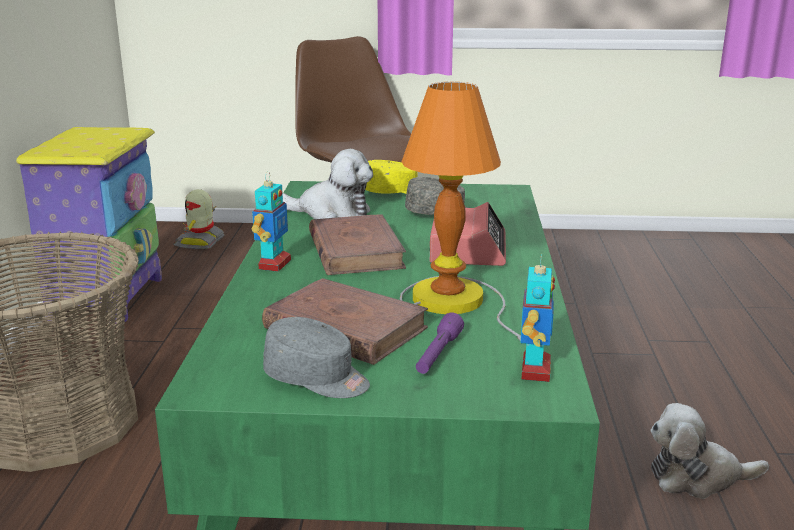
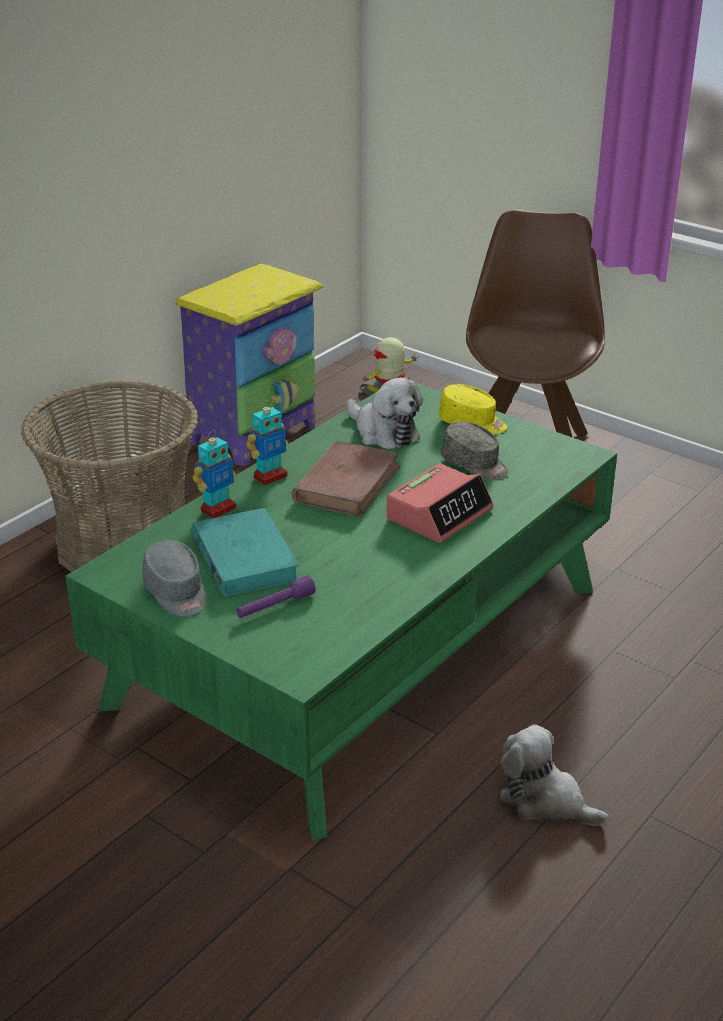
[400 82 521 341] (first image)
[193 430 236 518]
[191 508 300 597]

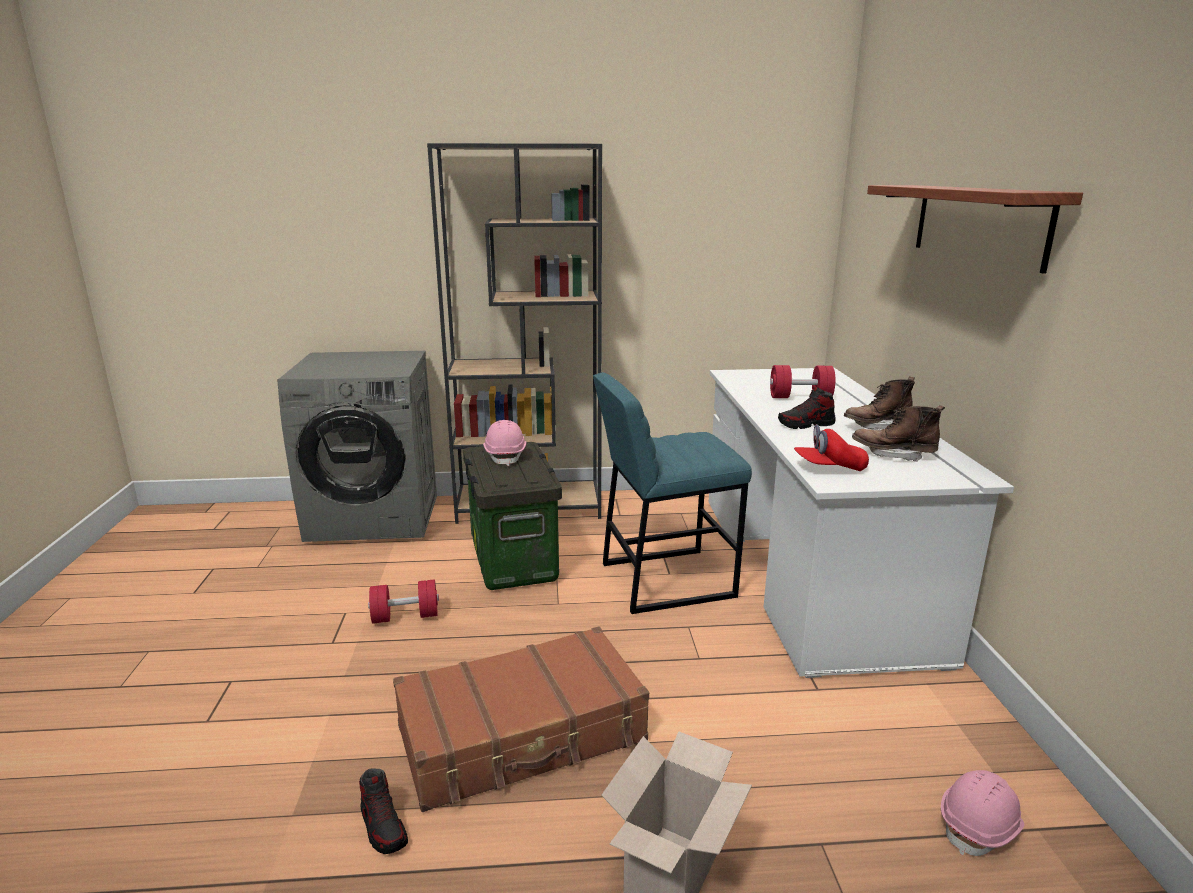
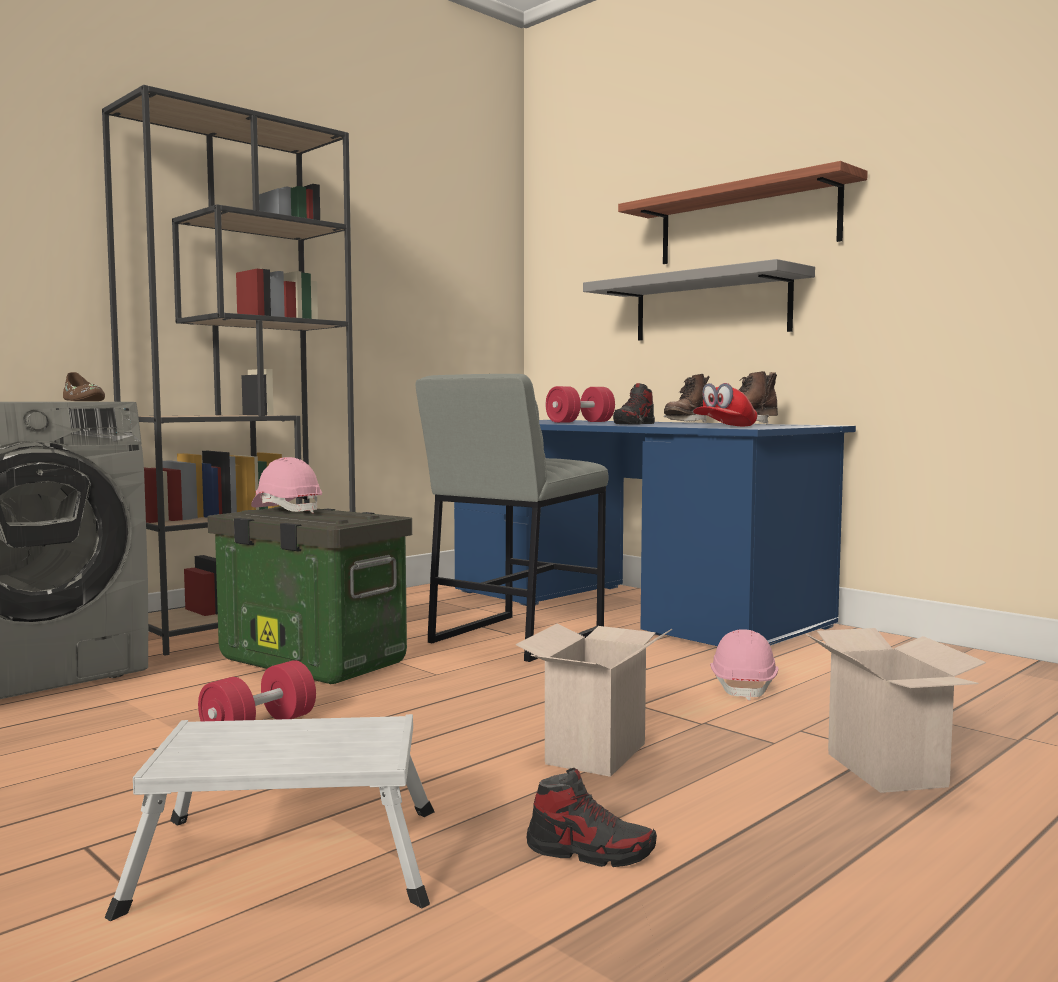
[454 420 856 646]
[416 374 608 662]
[516 623 672 777]
[710 629 778 701]
[583 259 815 341]
[63 372 105 401]
[105 714 435 921]

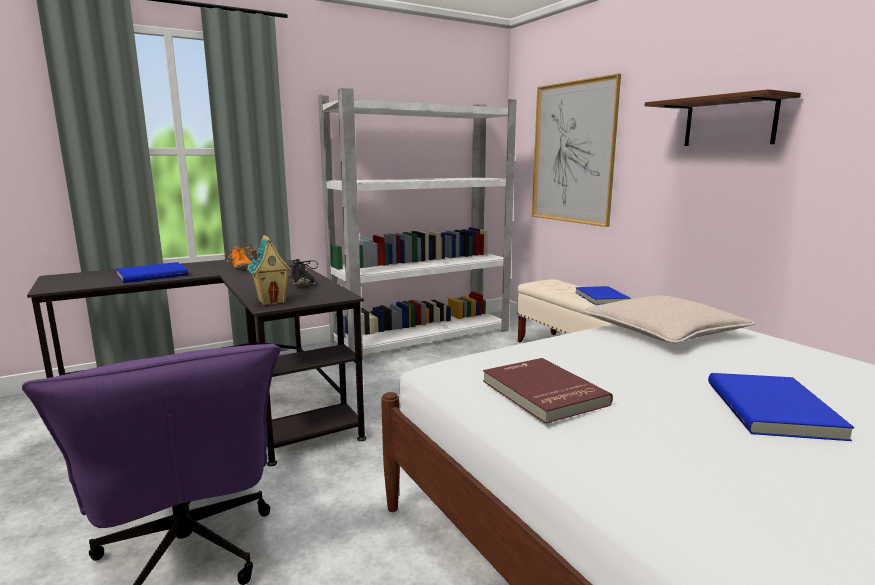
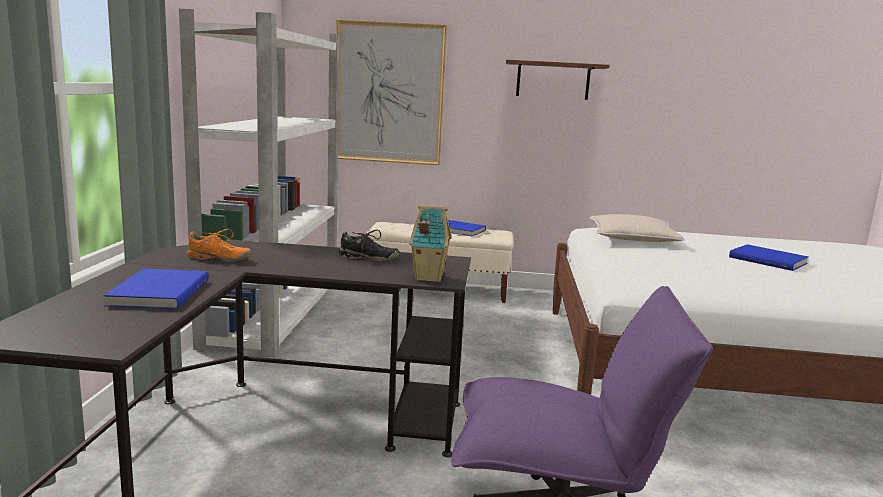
[483 358 613 424] (first image)

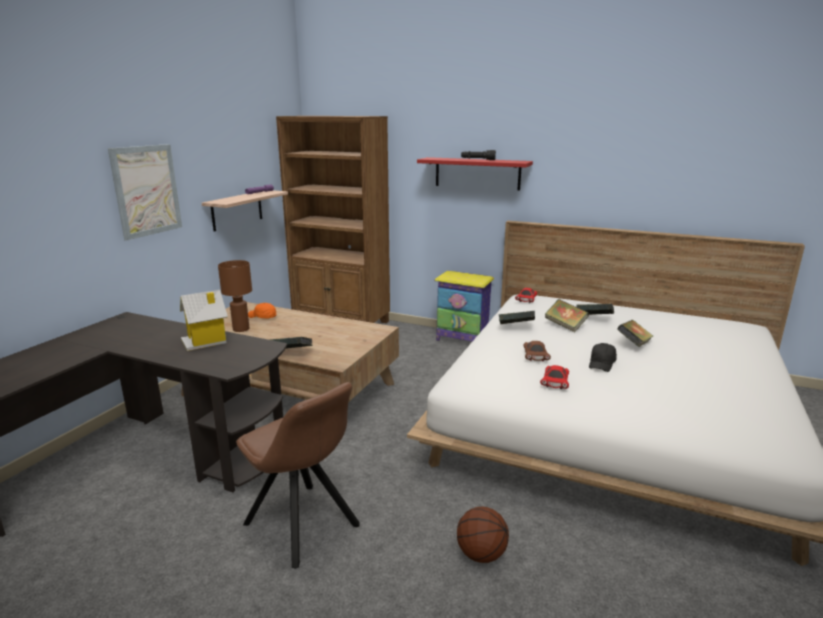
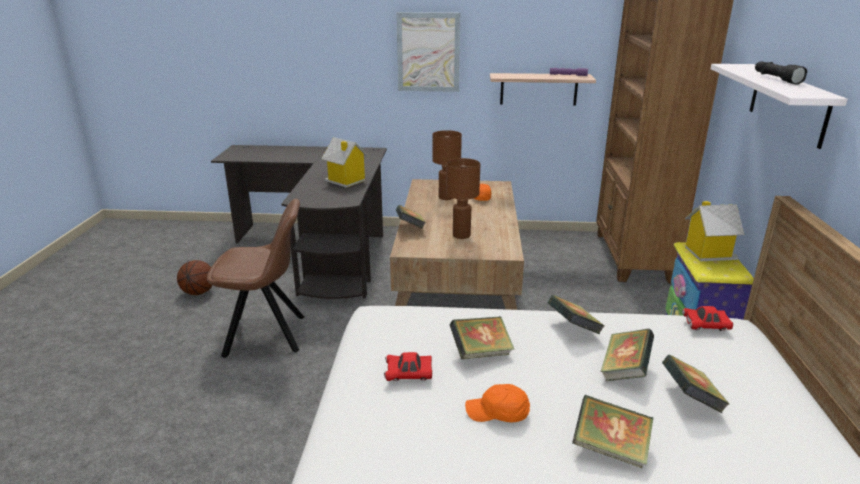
[711 64 848 149]
[450 316 514 359]
[465 384 530 422]
[207 199 304 358]
[177 260 212 295]
[446 158 480 239]
[685 201 744 261]

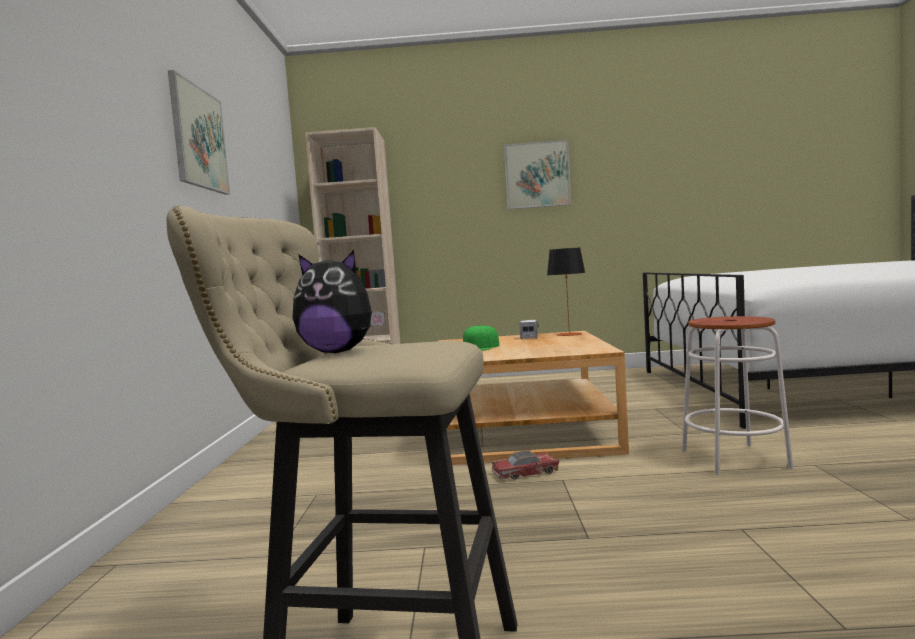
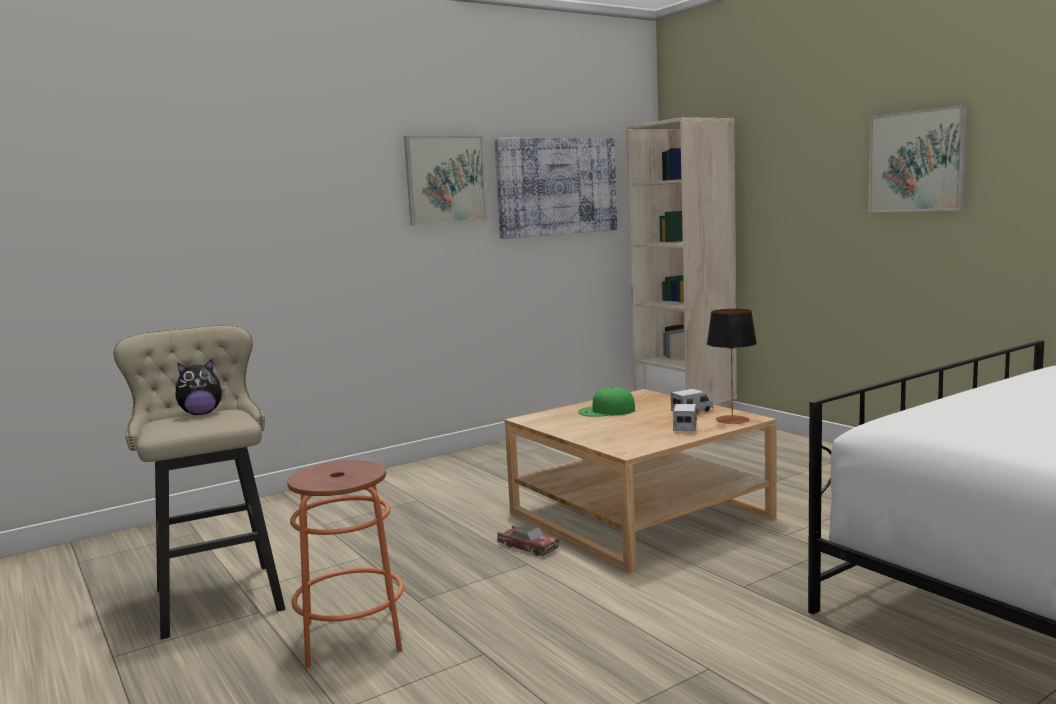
[175 359 225 415]
[682 316 793 475] (first image)
[494 138 617 239]
[673 404 699 431]
[287 460 404 668]

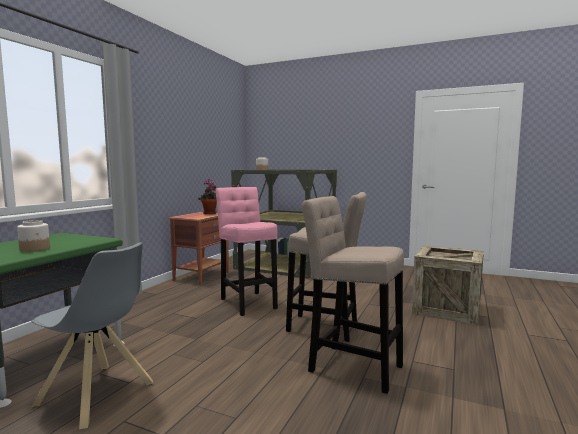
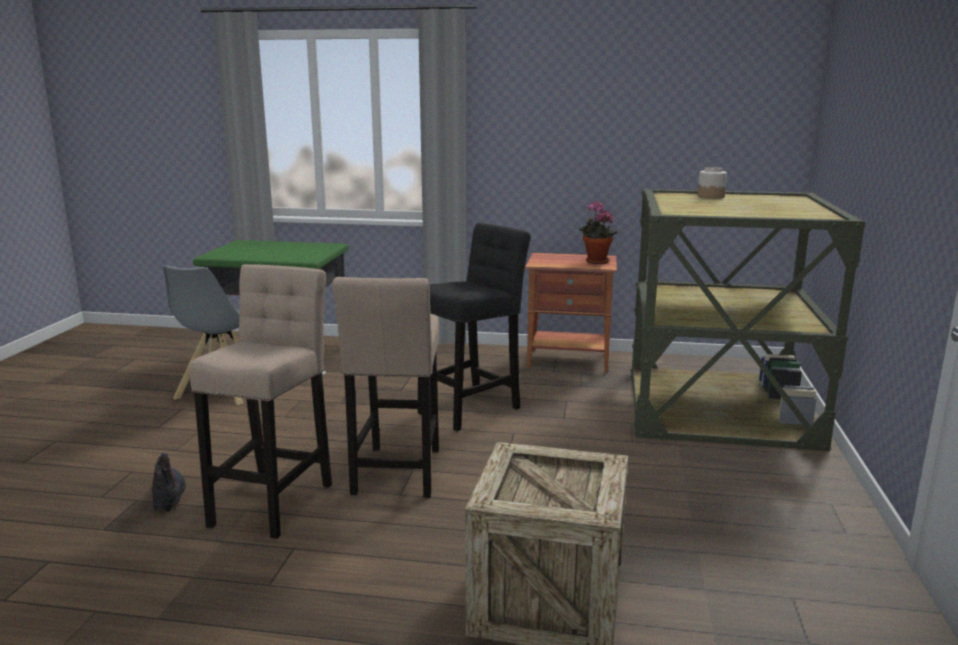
[418 223 531 431]
[17 220 50 252] (first image)
[152 453 186 512]

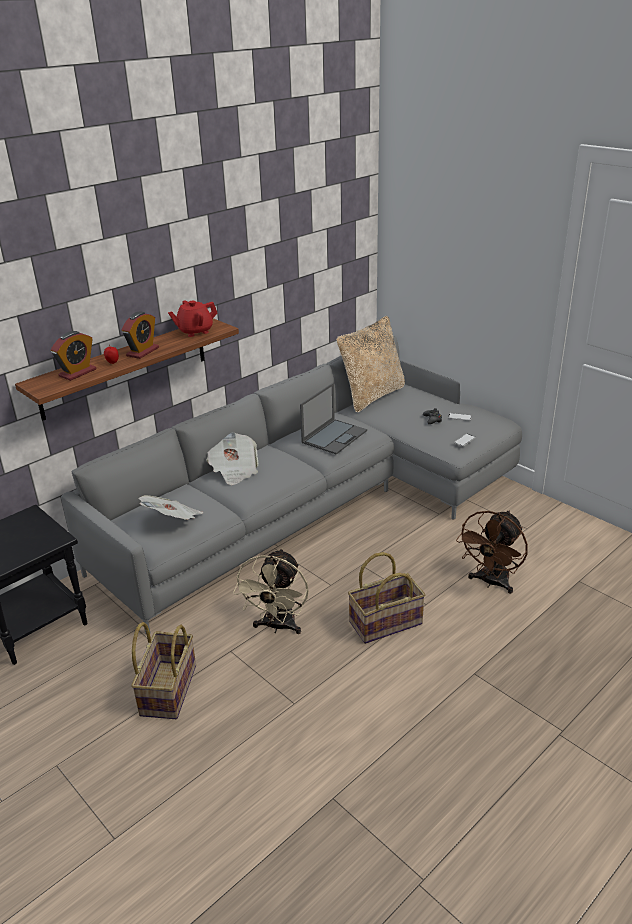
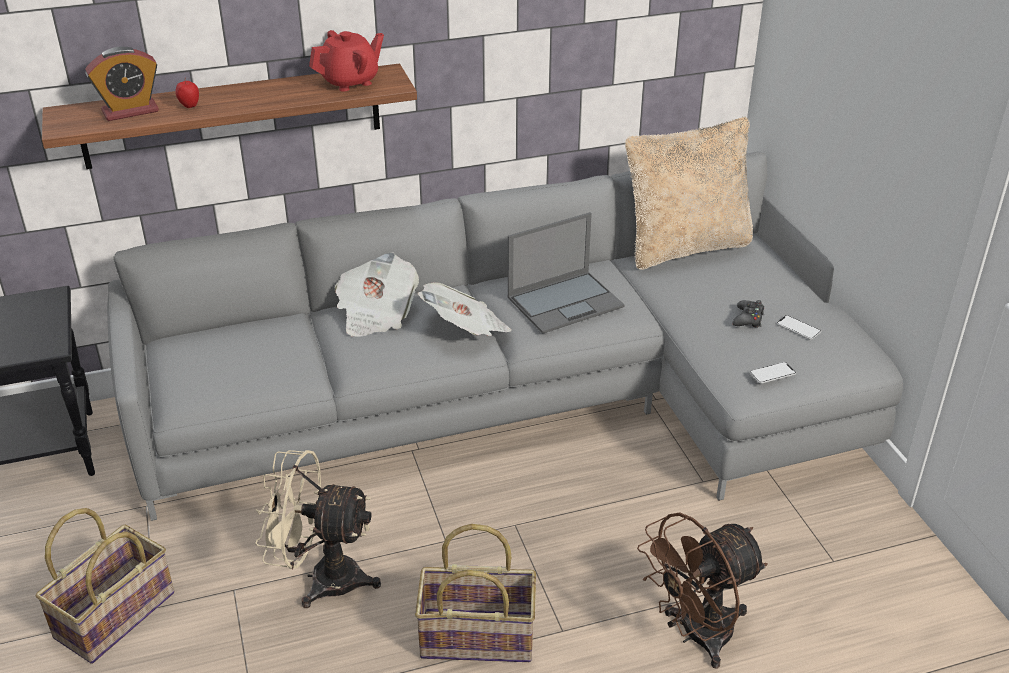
[309 30 384 92]
[122 312 159 359] (first image)
[417 282 512 336]
[255 450 381 608]

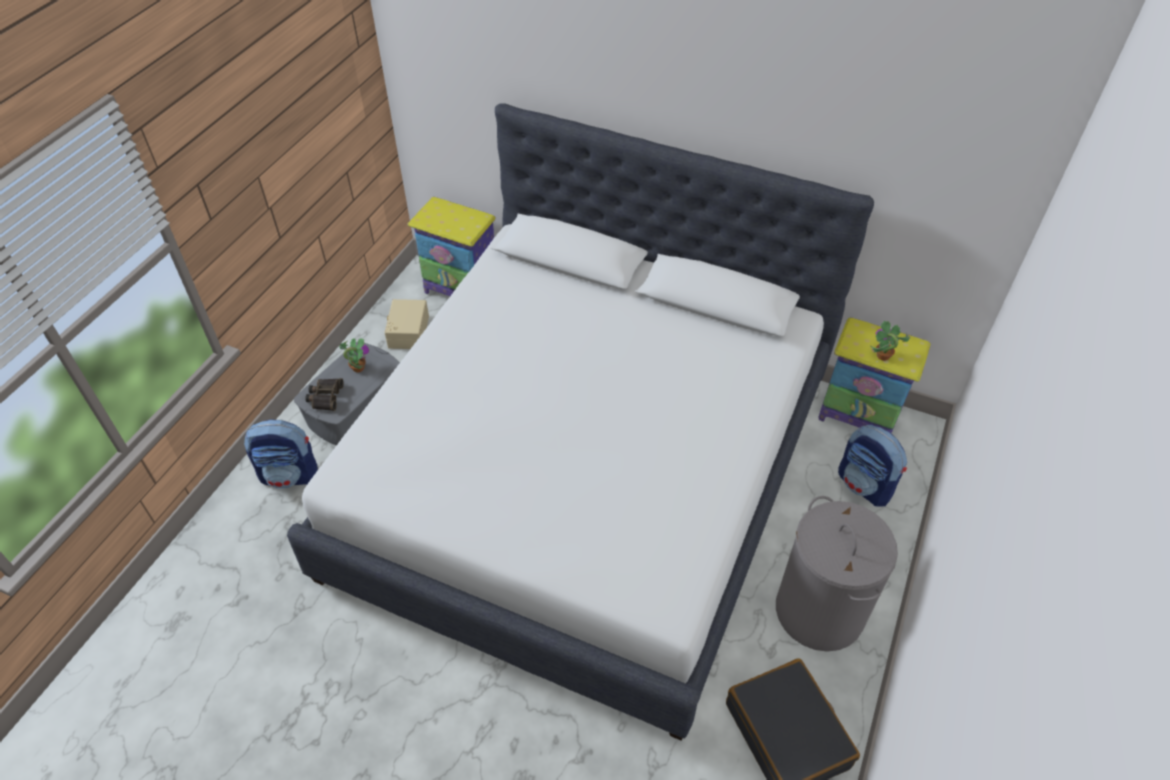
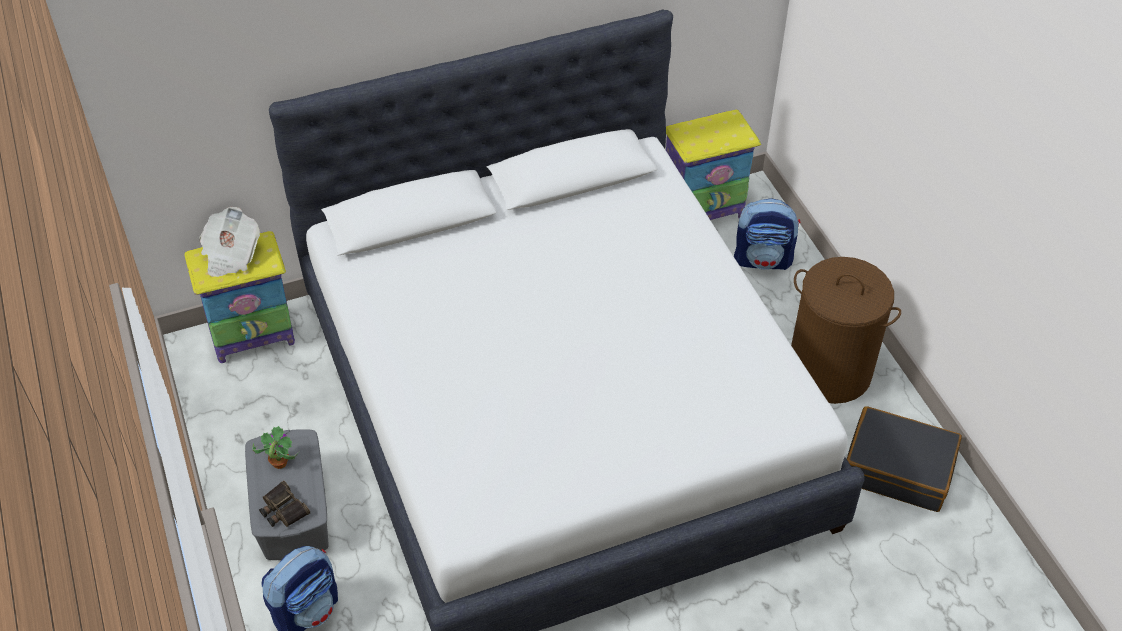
[384 299 429 349] (first image)
[869 321 910 361] (first image)
[791 257 901 404]
[199 207 260 277]

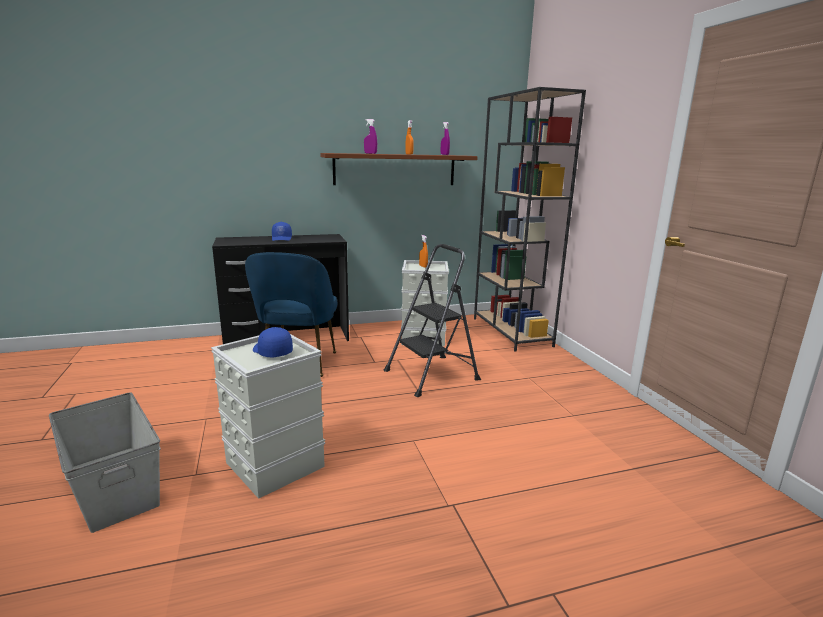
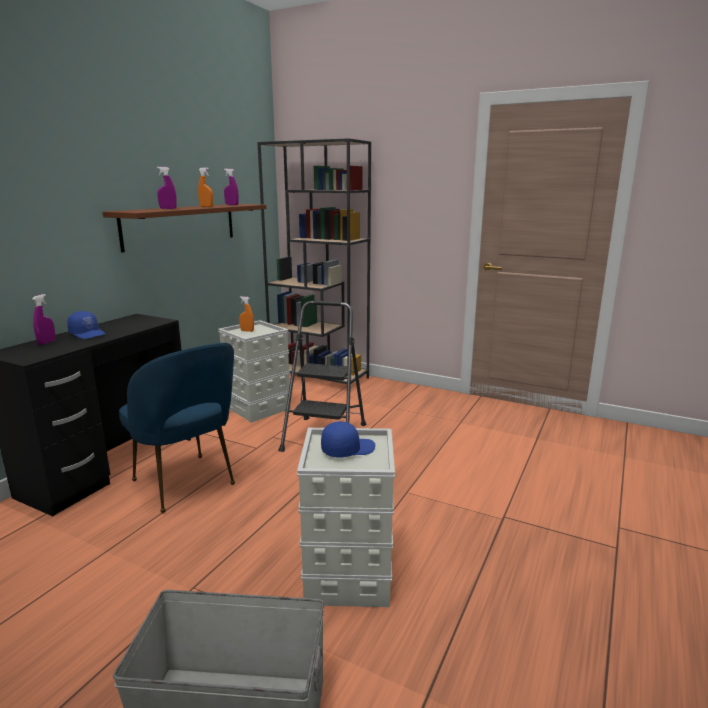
[321 421 375 457]
[32 294 55 345]

